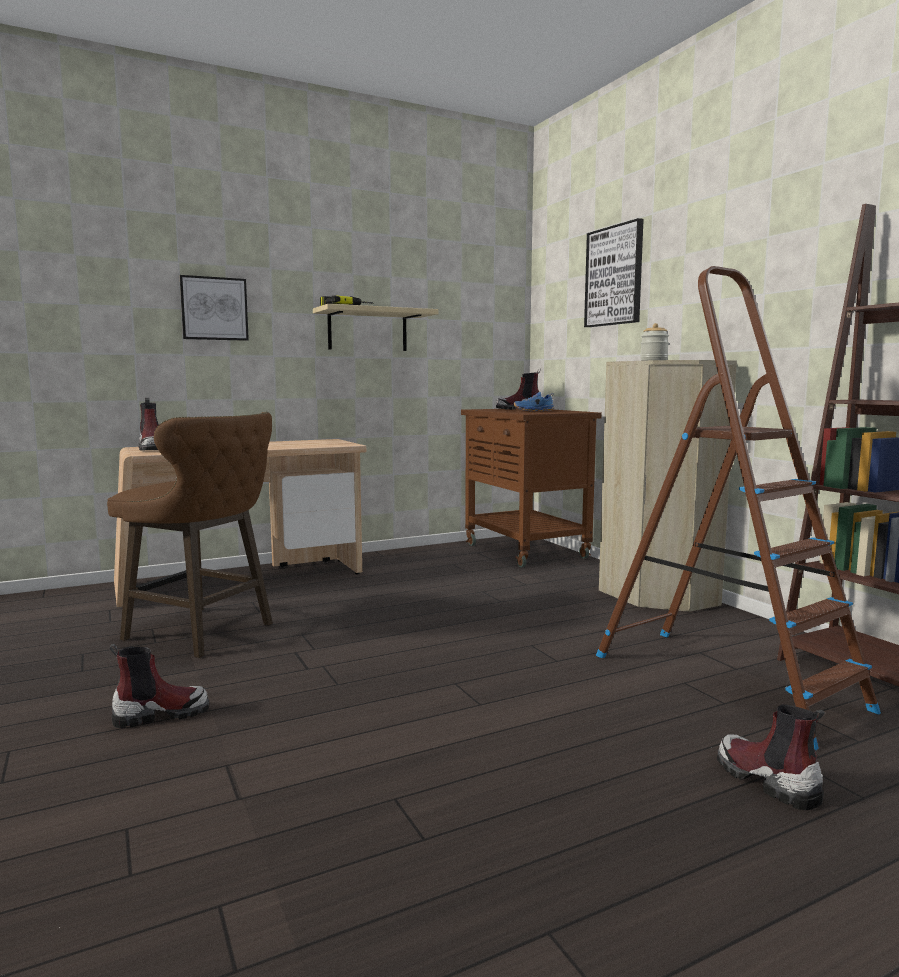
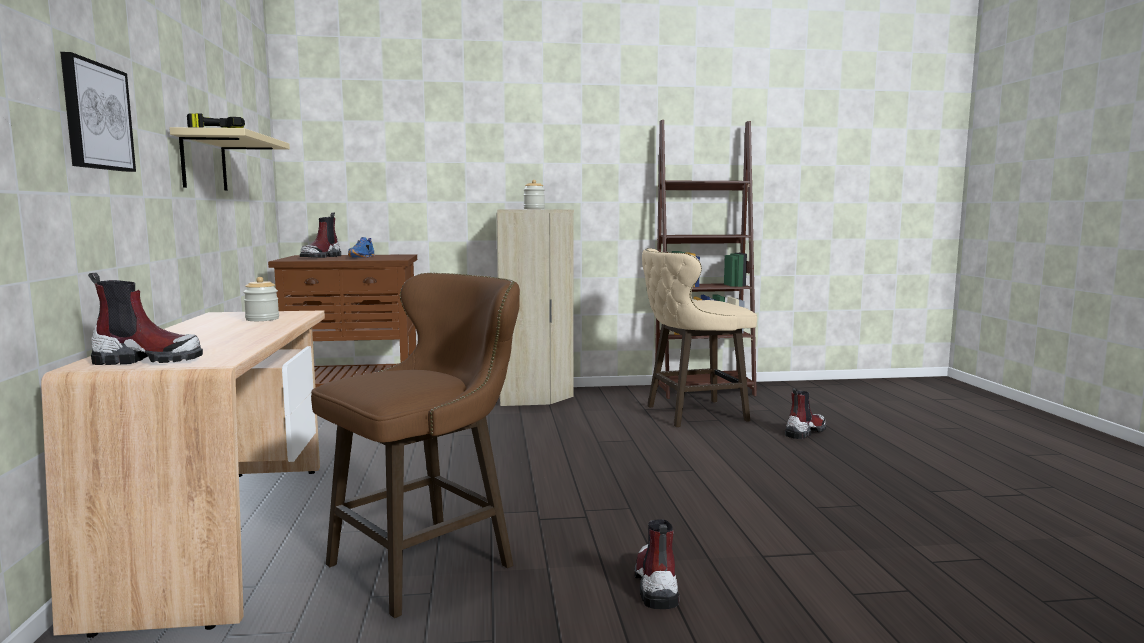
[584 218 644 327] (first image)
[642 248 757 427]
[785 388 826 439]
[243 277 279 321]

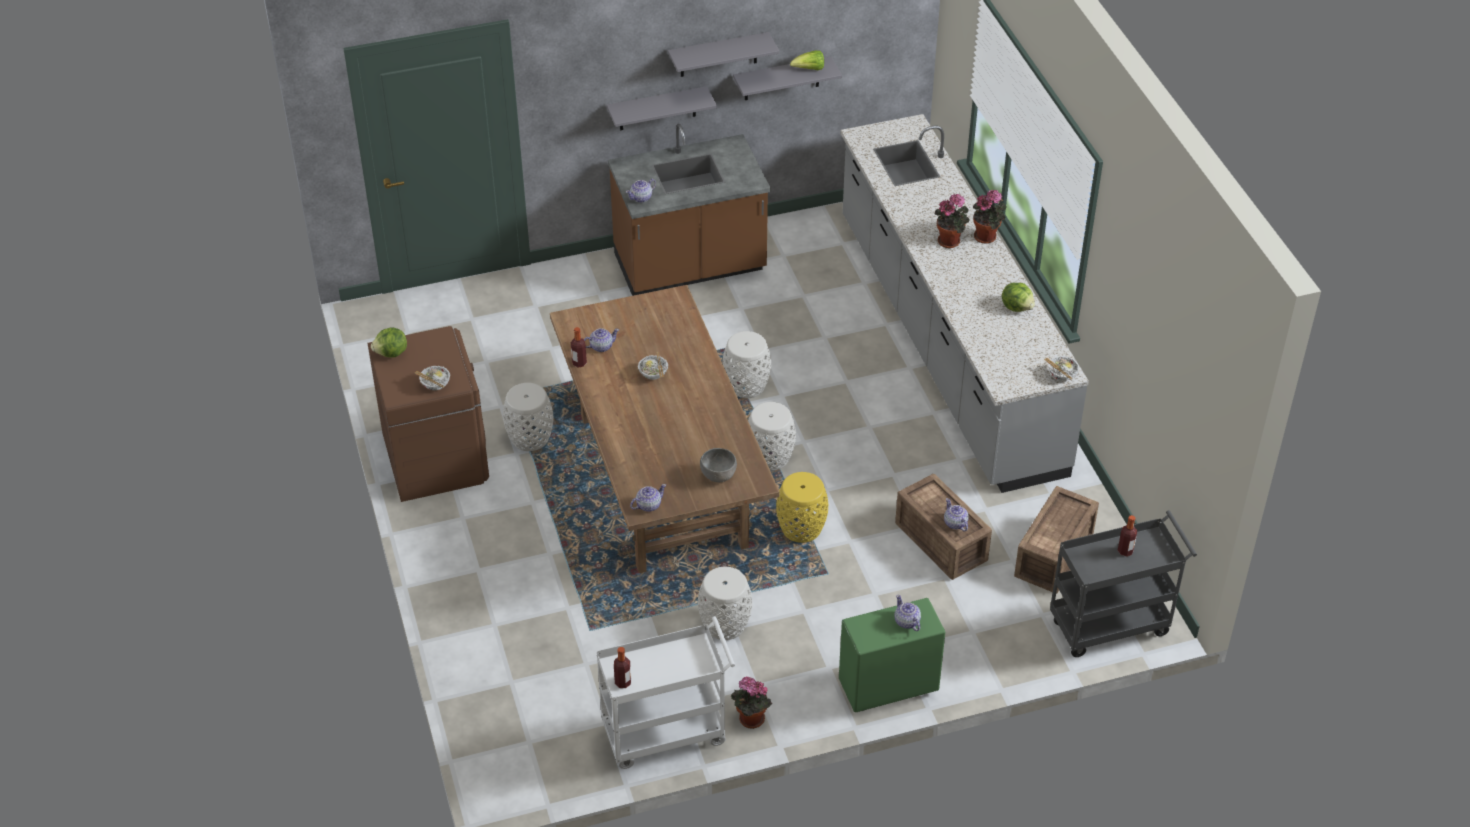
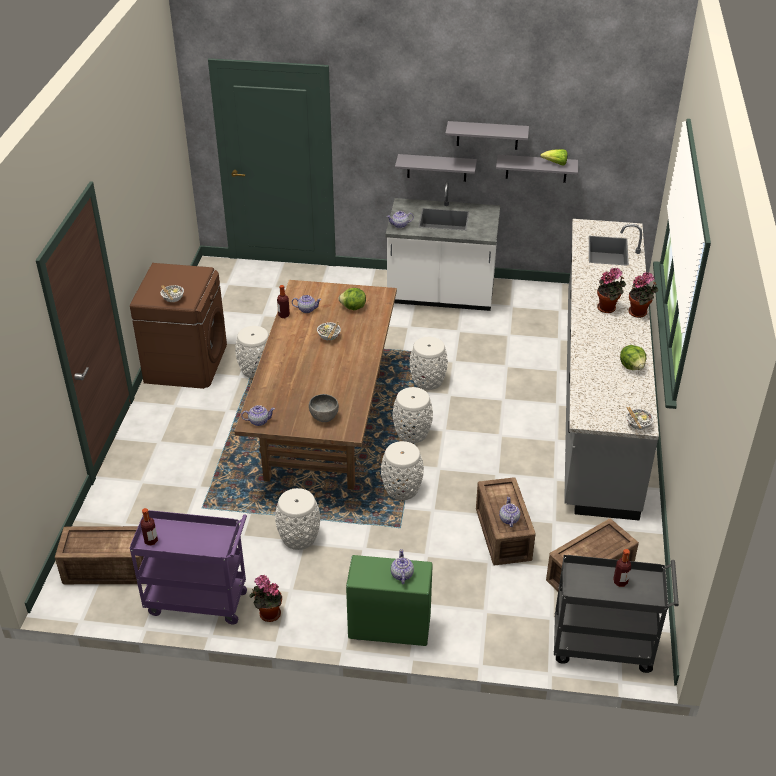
[386 181 500 311]
[338 288 366 310]
[381 441 424 500]
[130 510 247 624]
[55 526 144 584]

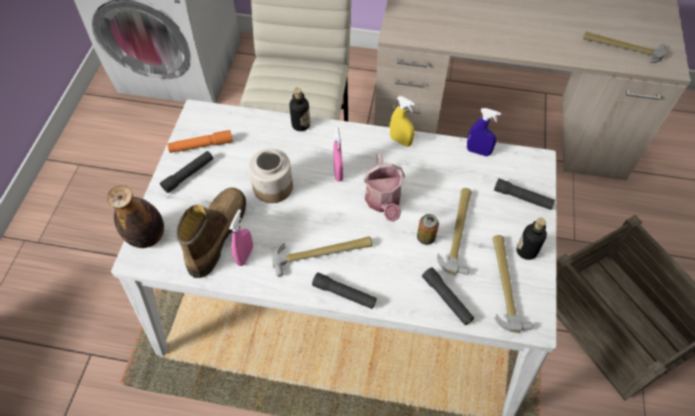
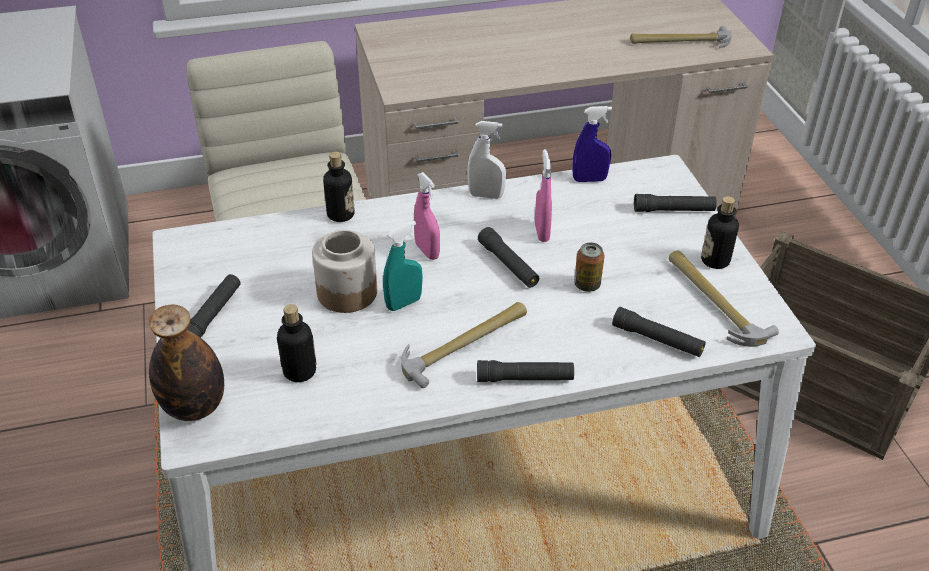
[467 121 506 199]
[167 130 233 153] (first image)
[478 227 539 288]
[277 304 317 382]
[437 188 472 275] (first image)
[535 149 552 242]
[383 221 423 311]

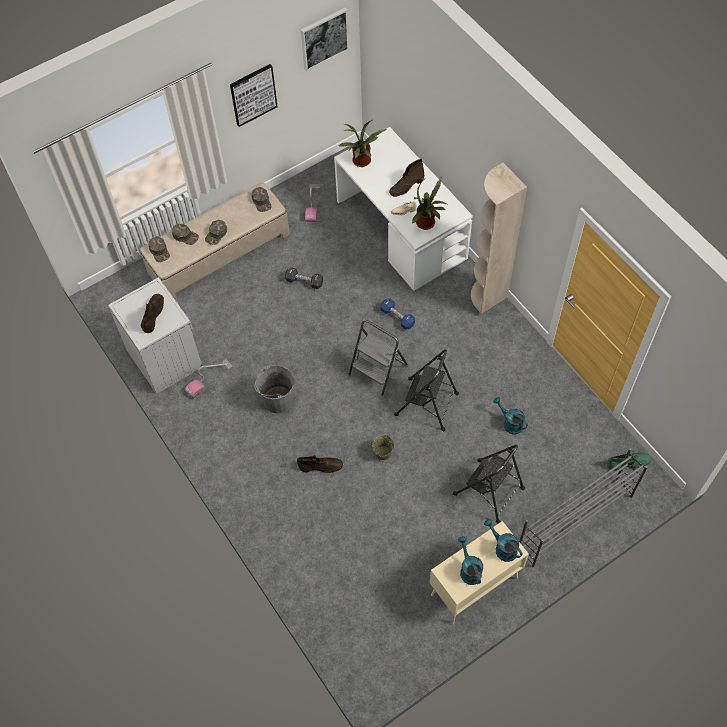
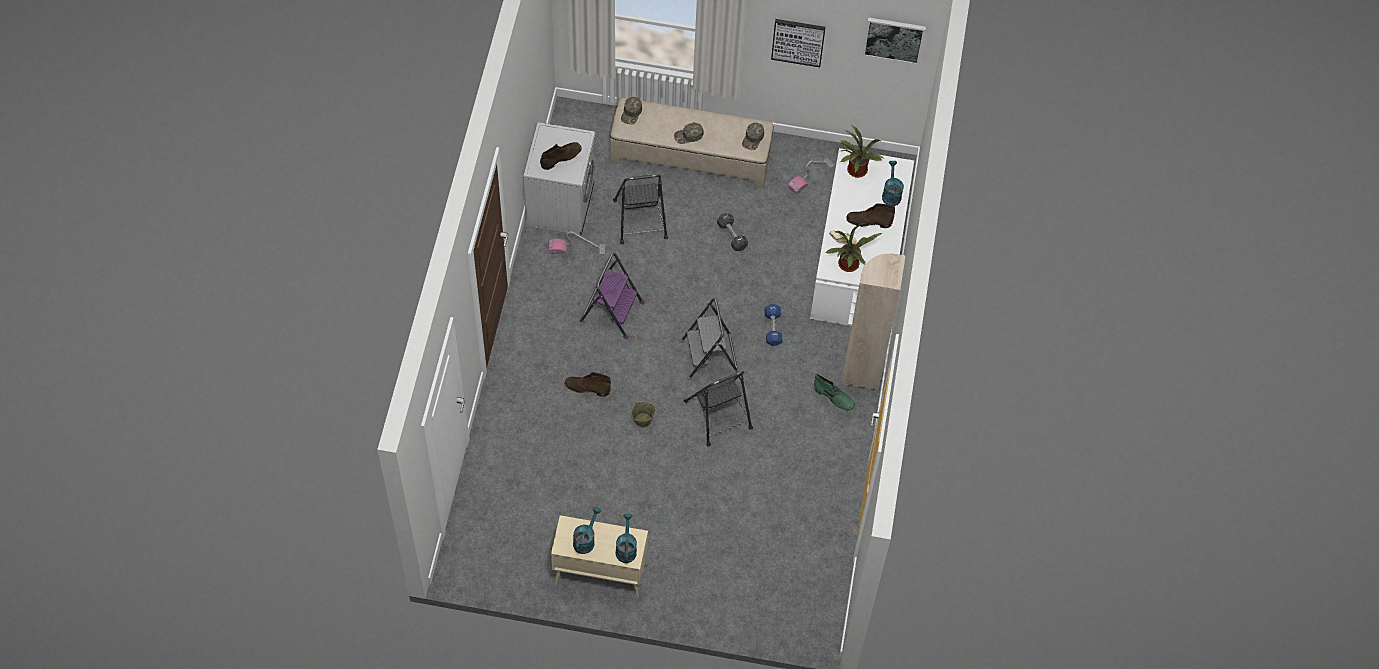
[172 224 199 245] (first image)
[580 253 645 339]
[882 161 904 206]
[613 175 668 244]
[519 448 648 567] (first image)
[814 374 855 411]
[565 372 611 397]

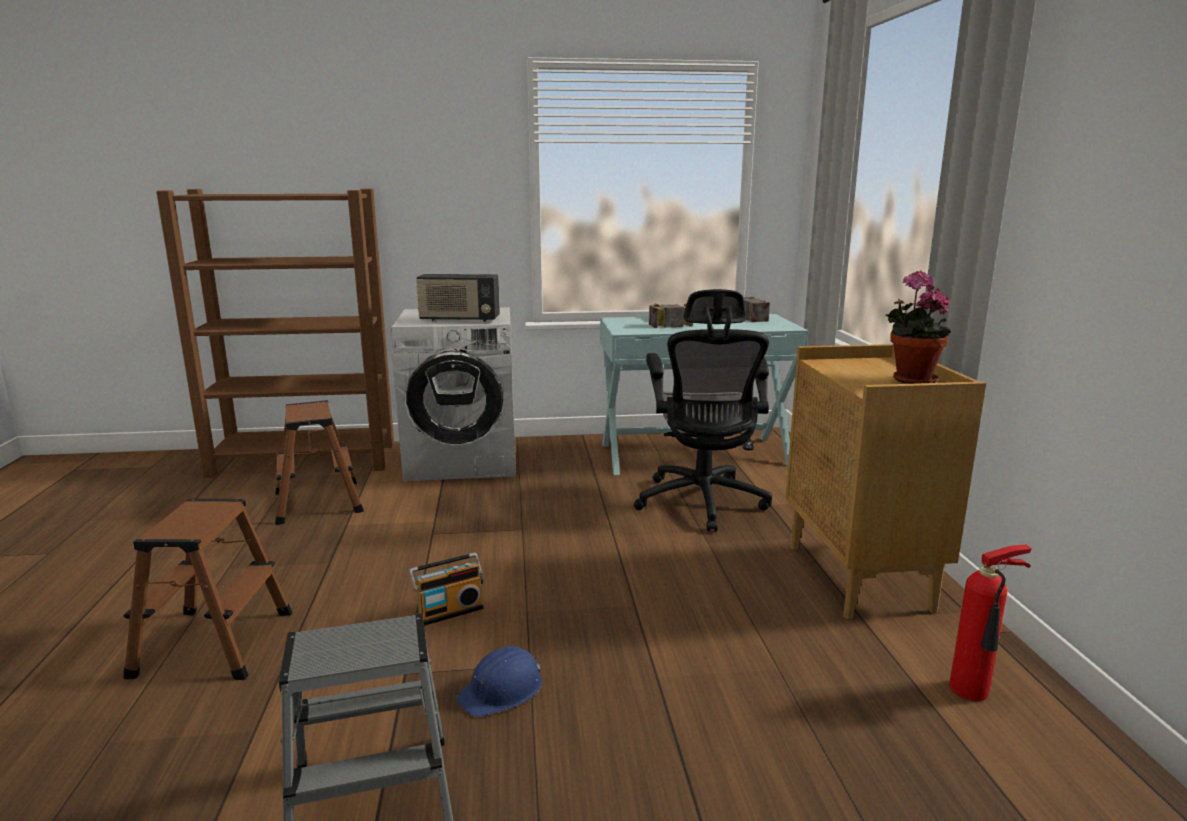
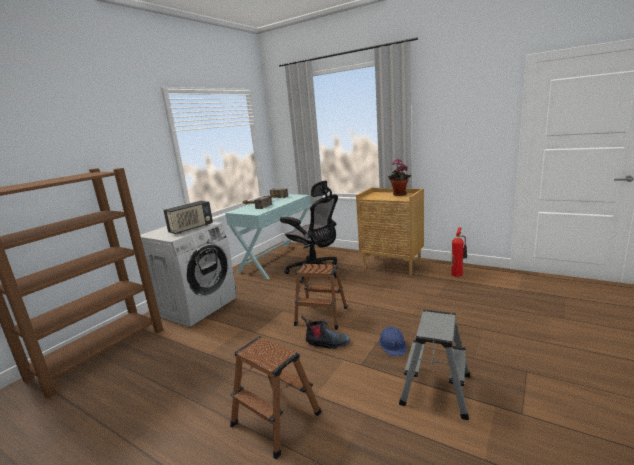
[294 263 347 330]
[301 315 350 349]

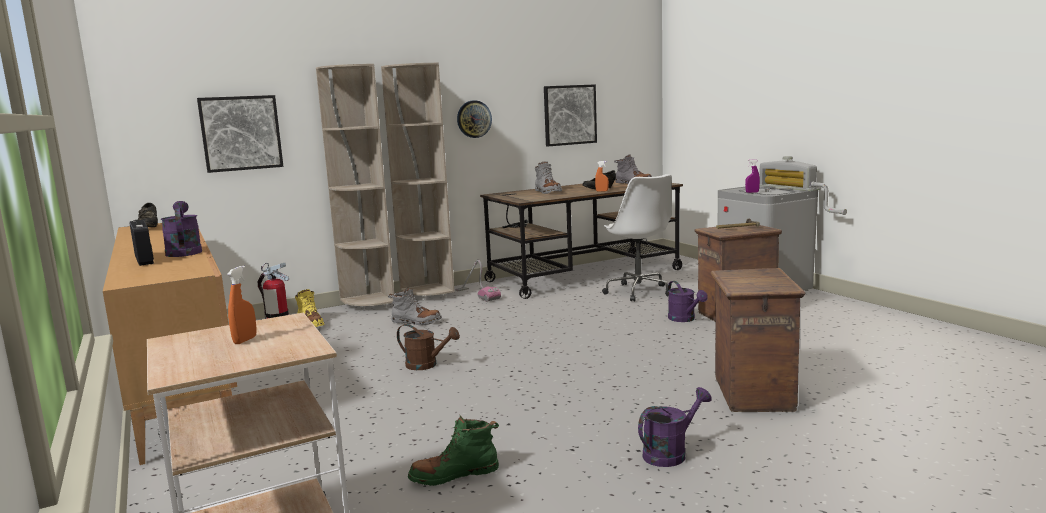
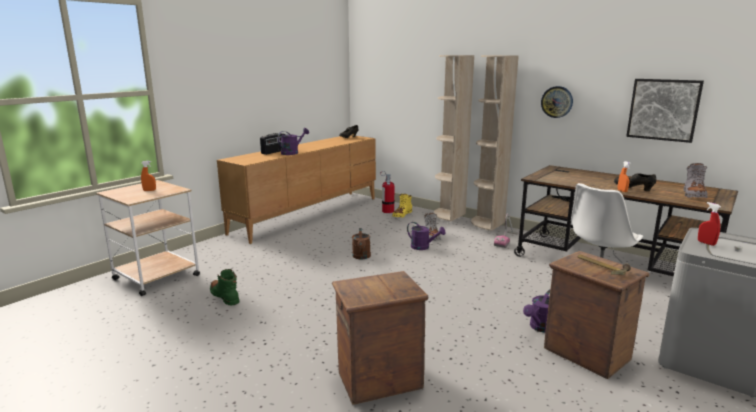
[197 95 284 173] (first image)
[698 202 721 246]
[535 161 562 194] (first image)
[407 222 446 250]

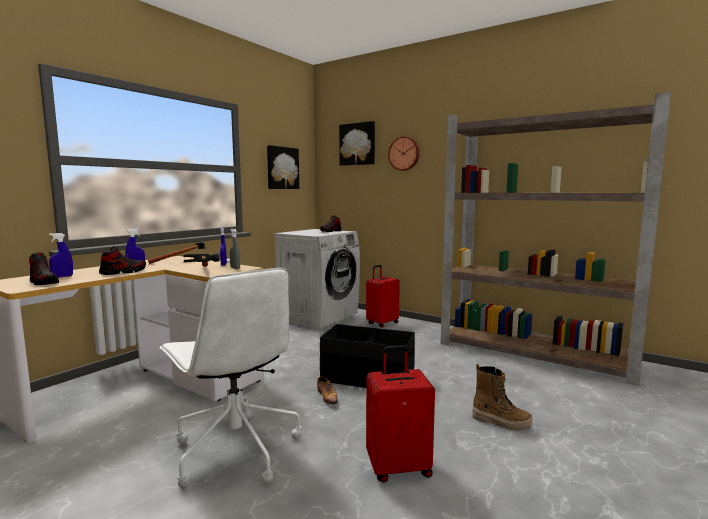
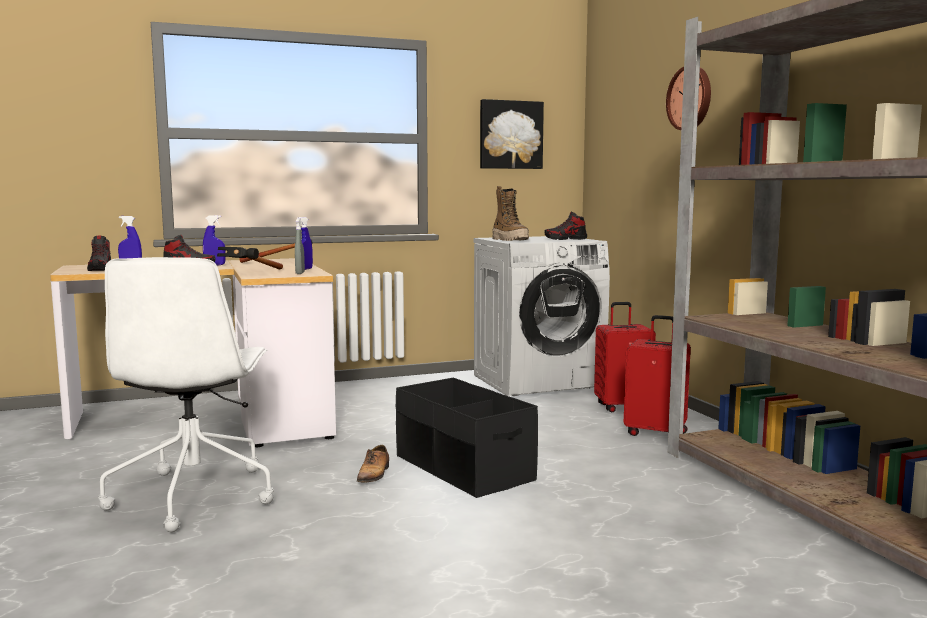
[339 121 375 166] (first image)
[624 315 691 436]
[492 186 529 241]

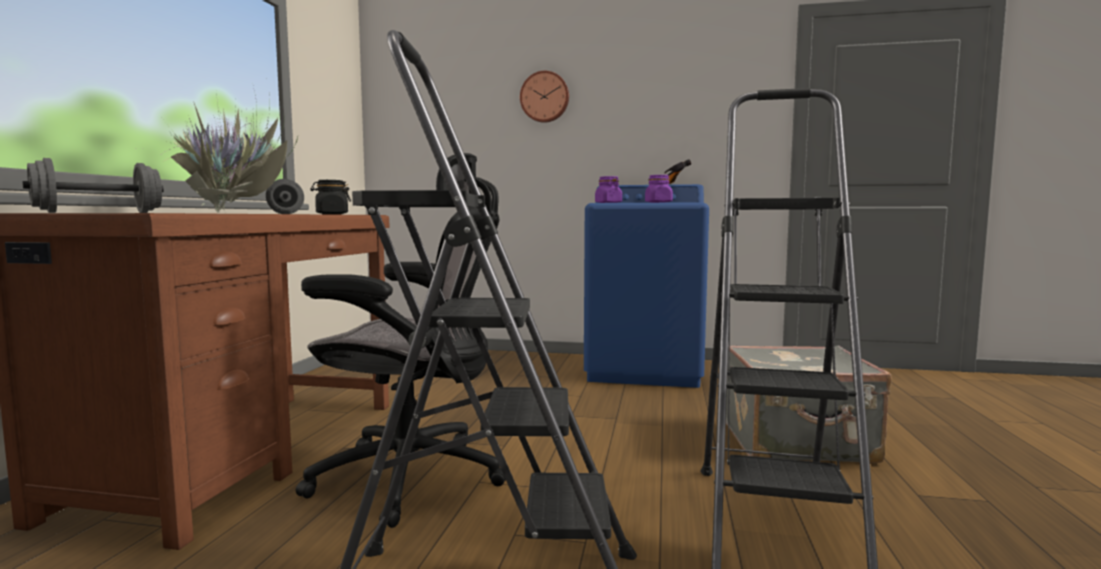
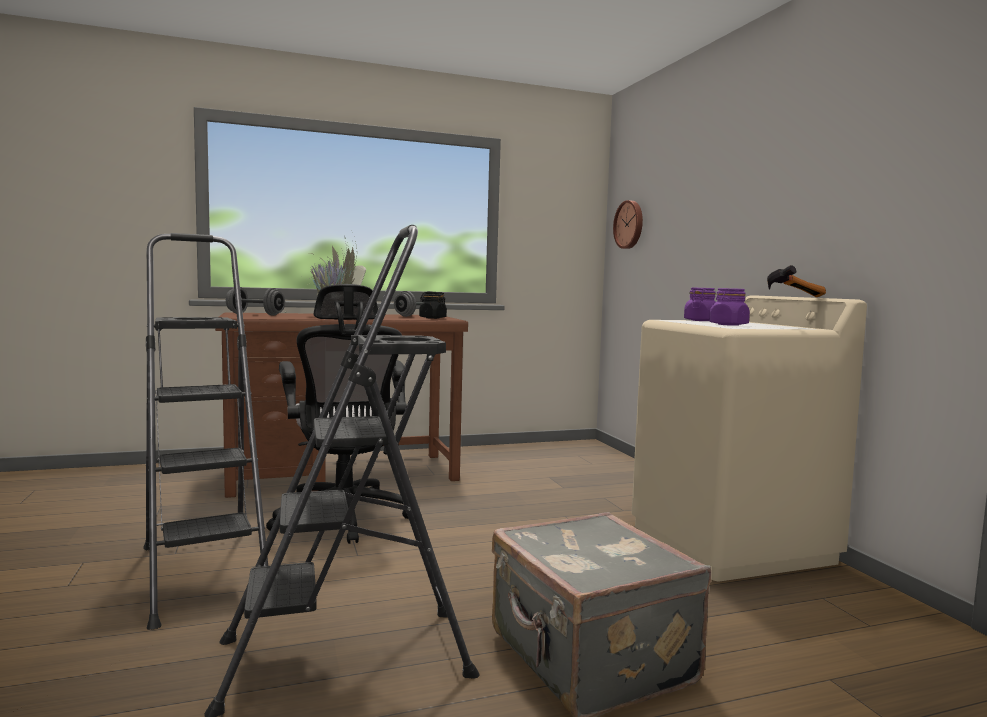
[613 200 643 249]
[632 295 867 581]

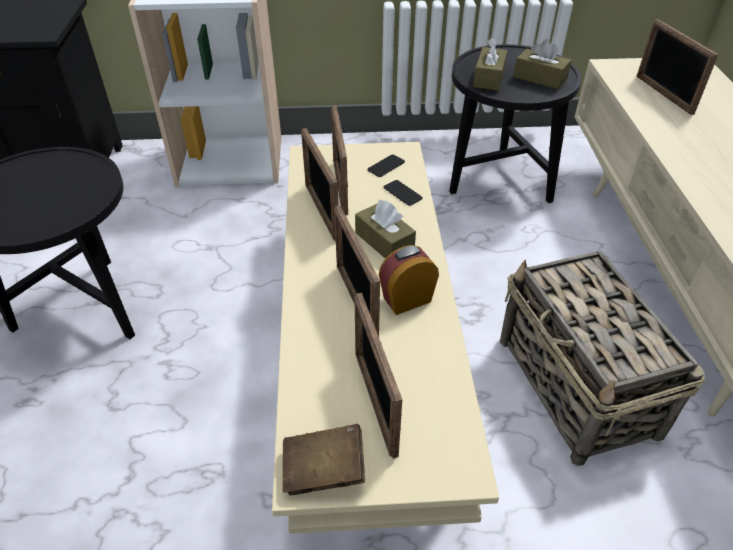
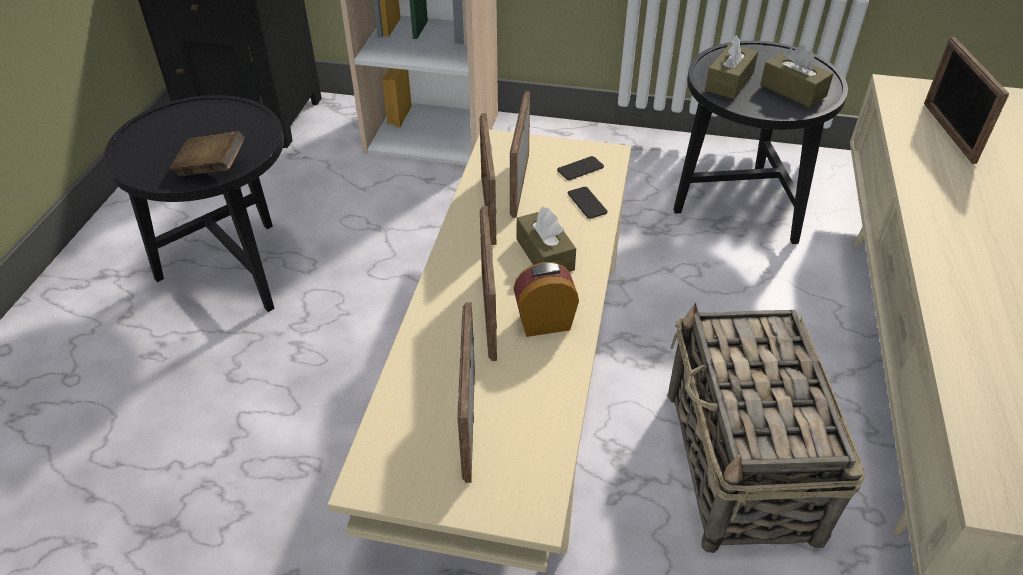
[170 131 245 176]

